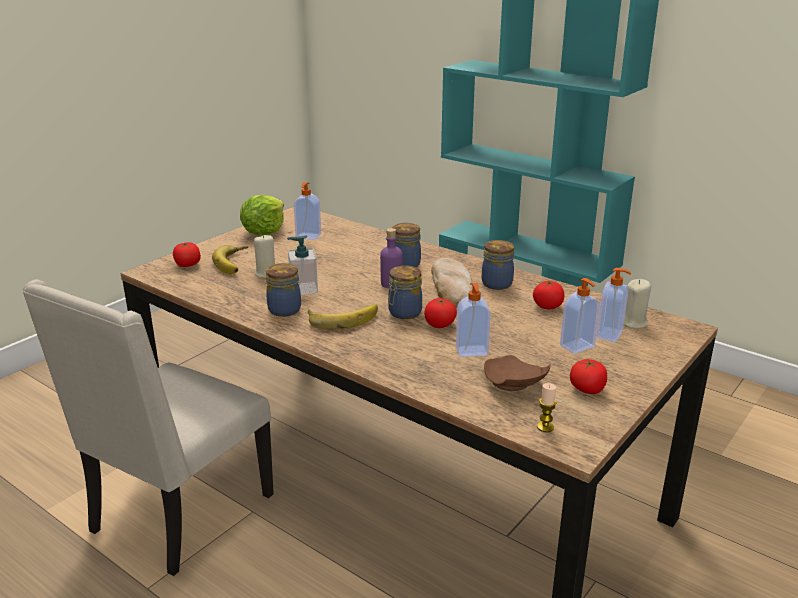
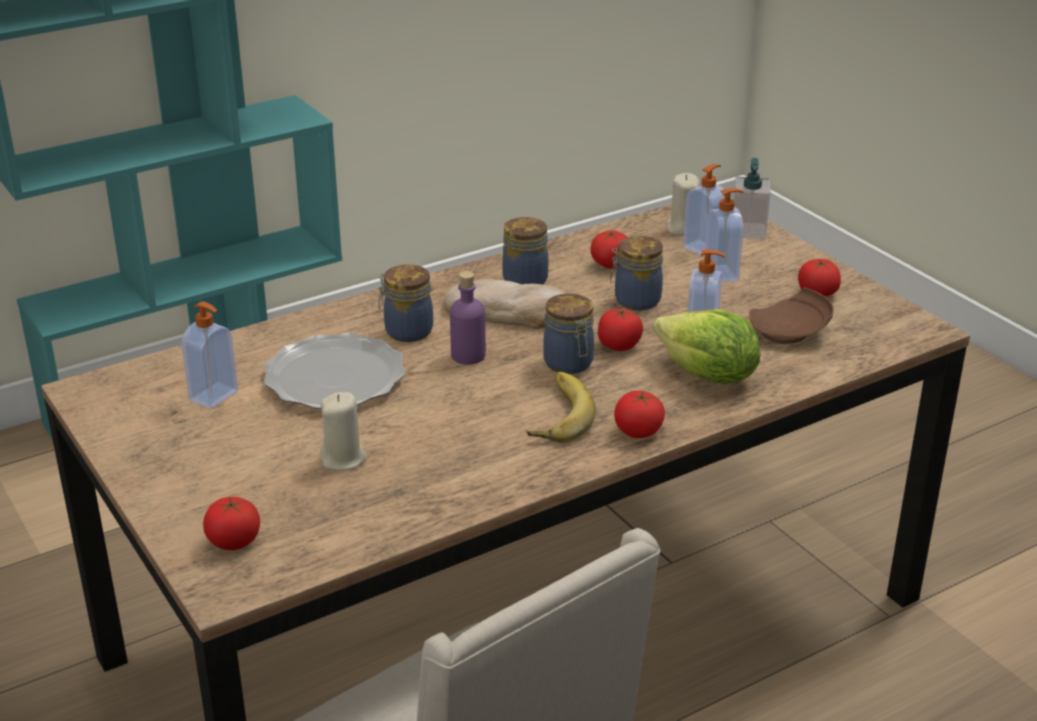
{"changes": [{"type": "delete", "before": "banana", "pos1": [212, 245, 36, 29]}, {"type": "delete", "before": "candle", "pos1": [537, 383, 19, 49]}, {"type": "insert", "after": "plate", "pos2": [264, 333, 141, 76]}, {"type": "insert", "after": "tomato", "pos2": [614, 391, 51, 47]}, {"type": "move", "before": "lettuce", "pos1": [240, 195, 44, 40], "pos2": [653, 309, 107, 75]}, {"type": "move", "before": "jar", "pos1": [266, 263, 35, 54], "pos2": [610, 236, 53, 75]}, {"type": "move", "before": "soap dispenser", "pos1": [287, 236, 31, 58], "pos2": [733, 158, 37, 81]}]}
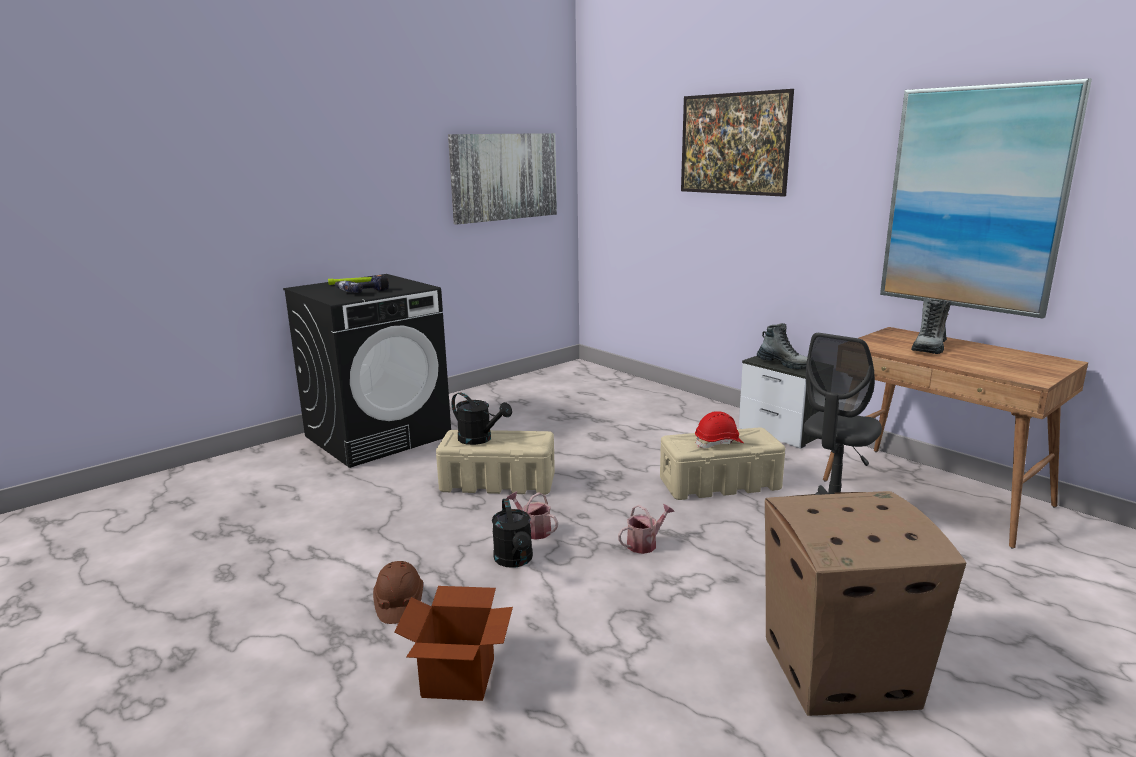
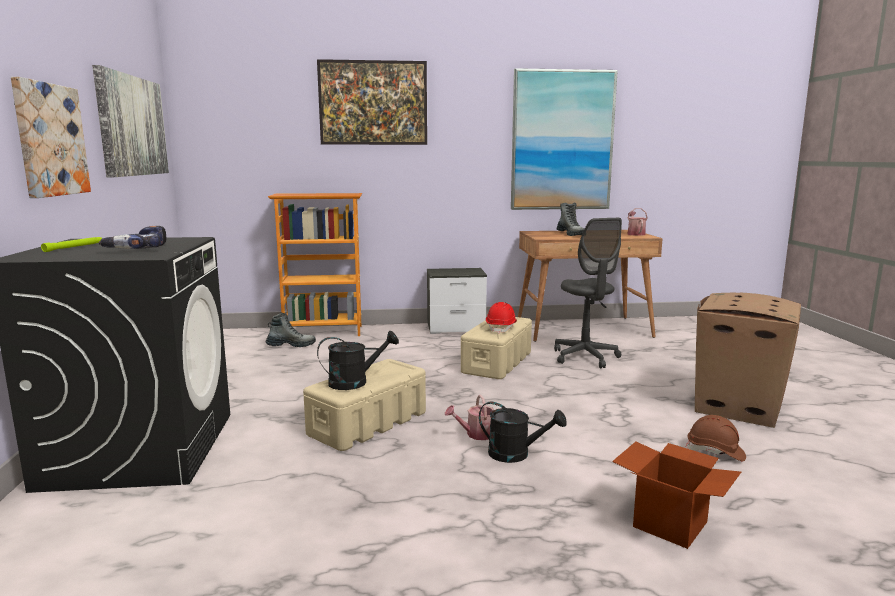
{"changes": [{"type": "insert", "after": "picture", "pos2": [11, 77, 80, 121]}, {"type": "insert", "after": "bookcase", "pos2": [268, 193, 94, 143]}, {"type": "move", "before": "brown hard hat", "pos1": [373, 561, 50, 63], "pos2": [686, 415, 60, 47]}, {"type": "move", "before": "watering can", "pos1": [618, 504, 57, 50], "pos2": [627, 208, 21, 28]}, {"type": "move", "before": "boot", "pos1": [757, 323, 50, 46], "pos2": [265, 313, 51, 34]}]}
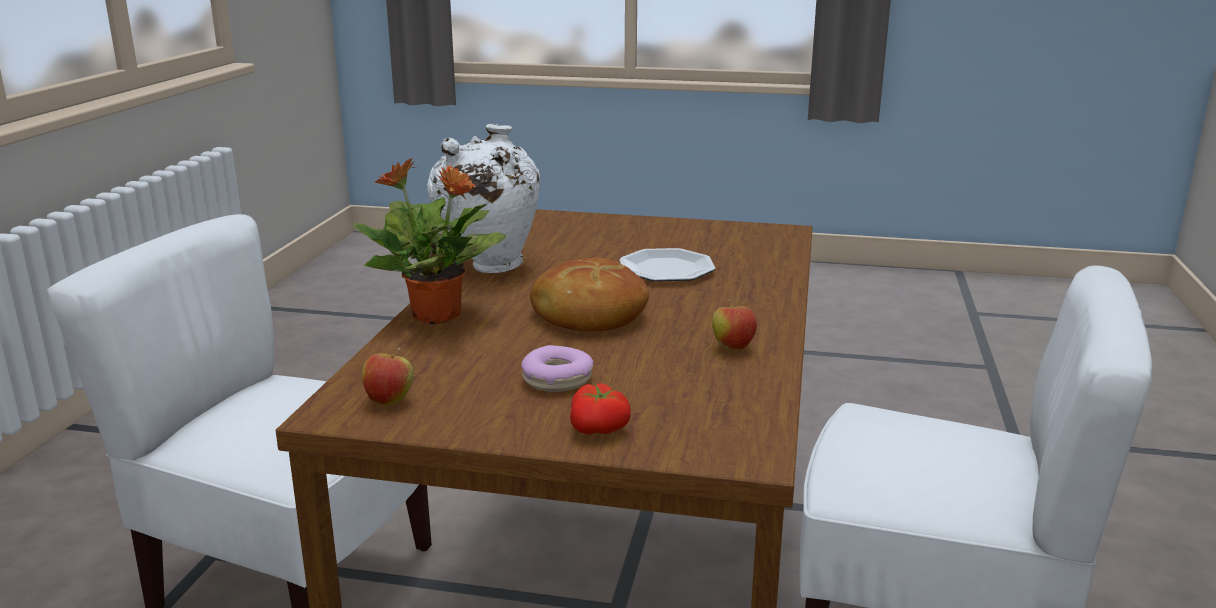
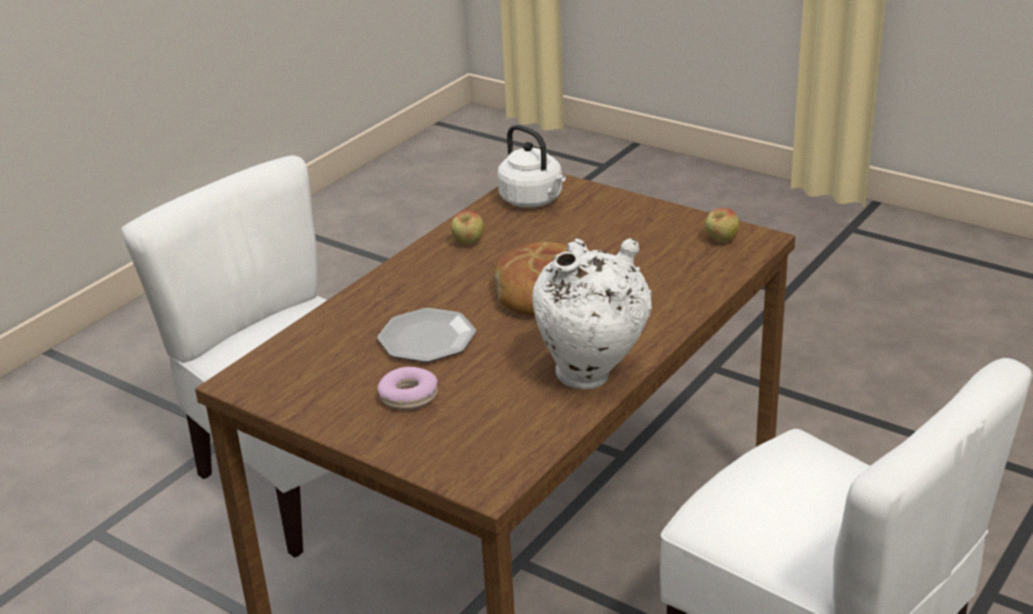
{"changes": [{"type": "delete", "before": "potted plant", "pos1": [353, 158, 153, 166]}, {"type": "delete", "before": "tomato", "pos1": [570, 383, 61, 51]}, {"type": "insert", "after": "white kettle", "pos2": [498, 125, 68, 83]}, {"type": "move", "before": "donut", "pos1": [521, 345, 73, 47], "pos2": [377, 367, 61, 43]}]}
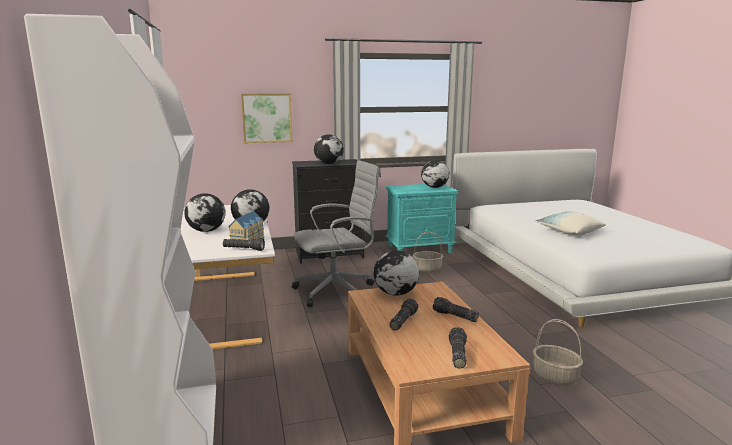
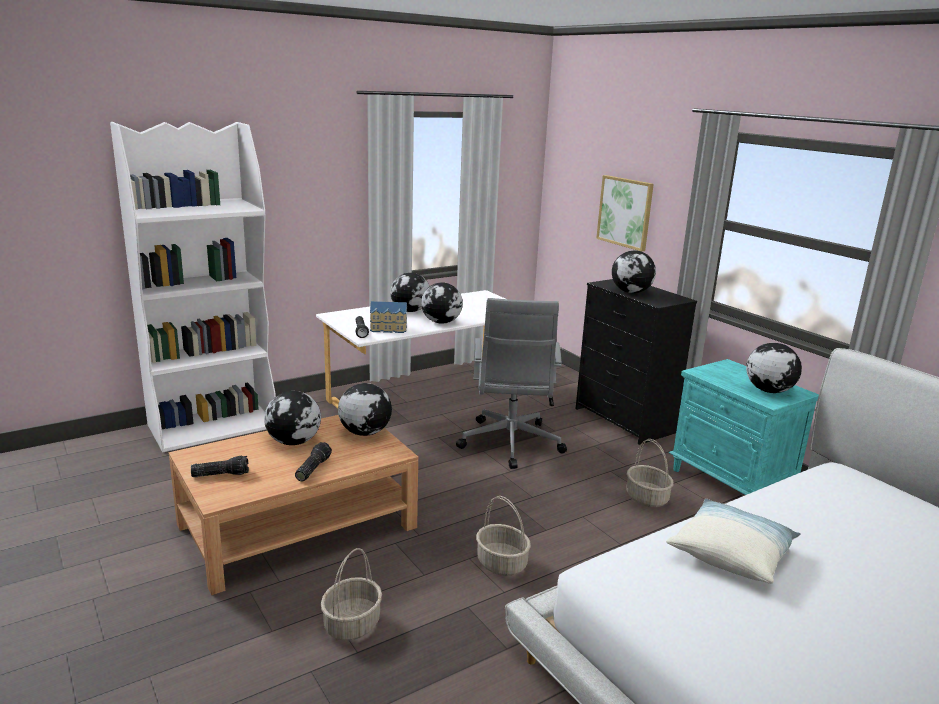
{"changes": [{"type": "insert", "after": "basket", "pos2": [476, 496, 55, 80]}, {"type": "replace", "before": "flashlight", "after": "globe", "pos1": [389, 298, 29, 32], "pos2": [264, 391, 57, 54]}, {"type": "rotate", "before": "grey office chair", "pos1": [292, 160, 89, 147], "pos2": [456, 298, 111, 171], "turn": 45}]}
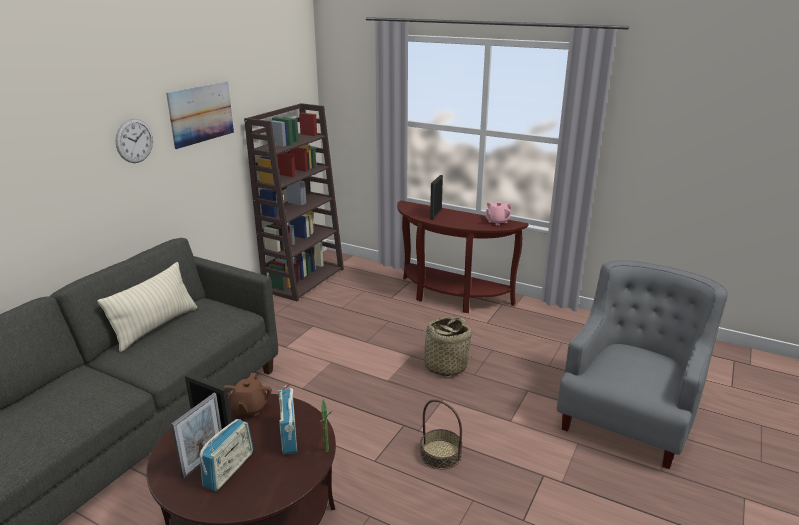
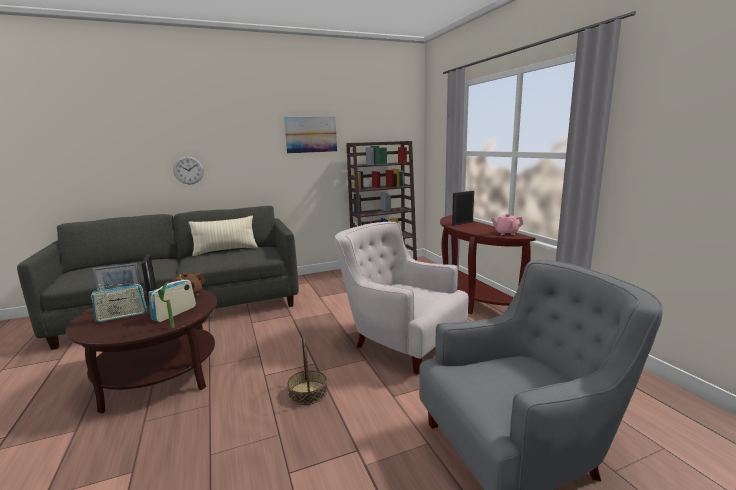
{"changes": [{"type": "move", "before": "wall clock", "pos1": [116, 119, 37, 44], "pos2": [173, 156, 31, 28]}, {"type": "replace", "before": "basket", "after": "white armchair", "pos1": [415, 316, 58, 61], "pos2": [335, 222, 133, 152]}]}
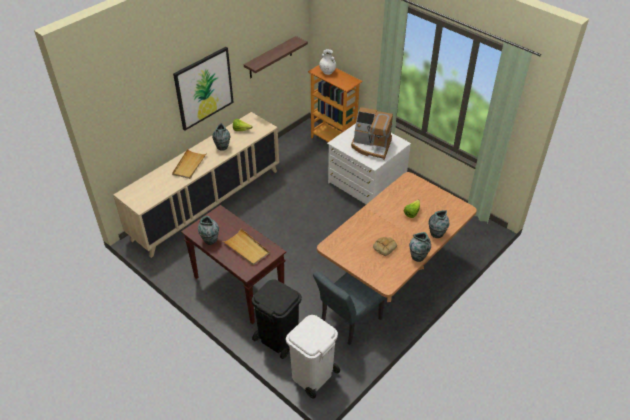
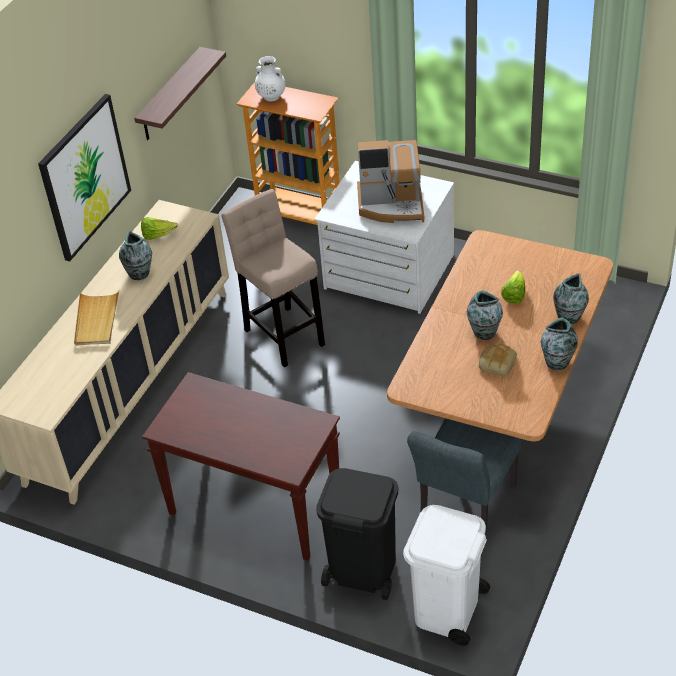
{"changes": [{"type": "delete", "before": "beige tray", "pos1": [223, 229, 47, 36]}, {"type": "insert", "after": "beige stool", "pos2": [221, 189, 104, 179]}, {"type": "move", "before": "vase", "pos1": [198, 216, 21, 29], "pos2": [467, 290, 36, 50]}]}
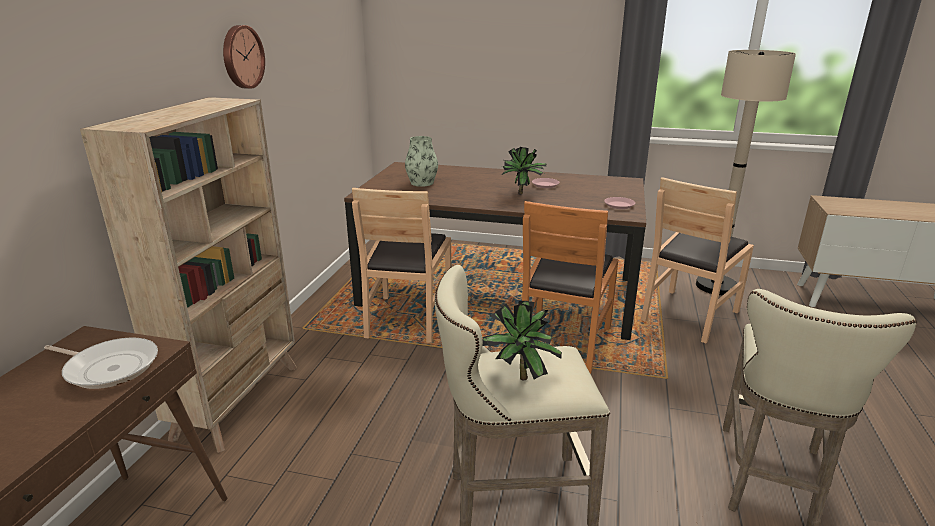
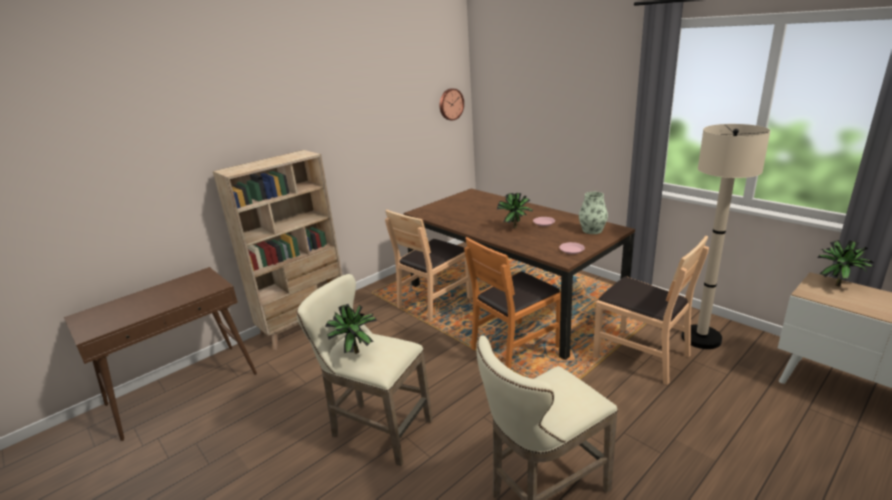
{"changes": [{"type": "delete", "before": "frying pan", "pos1": [44, 338, 114, 51]}, {"type": "insert", "after": "potted plant", "pos2": [817, 240, 56, 47]}, {"type": "move", "before": "wall clock", "pos1": [223, 25, 42, 64], "pos2": [440, 89, 24, 31]}, {"type": "move", "before": "vase", "pos1": [405, 136, 33, 51], "pos2": [579, 192, 29, 42]}, {"type": "rotate", "before": "brown chair", "pos1": [641, 177, 113, 166], "pos2": [593, 236, 116, 149], "turn": -120}]}
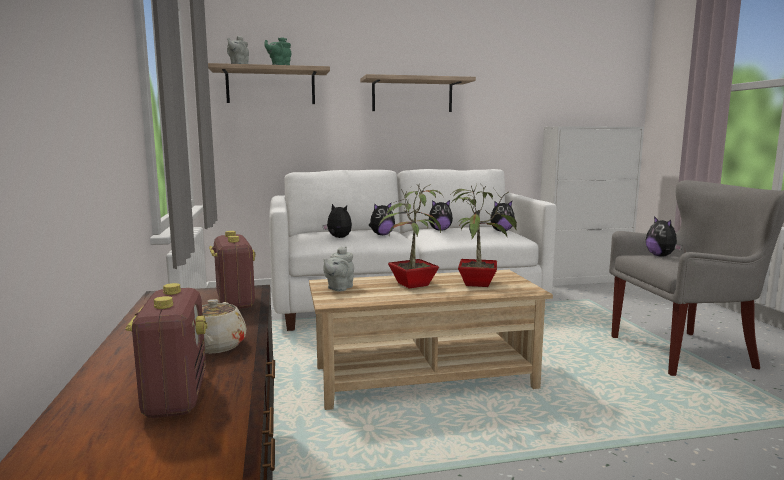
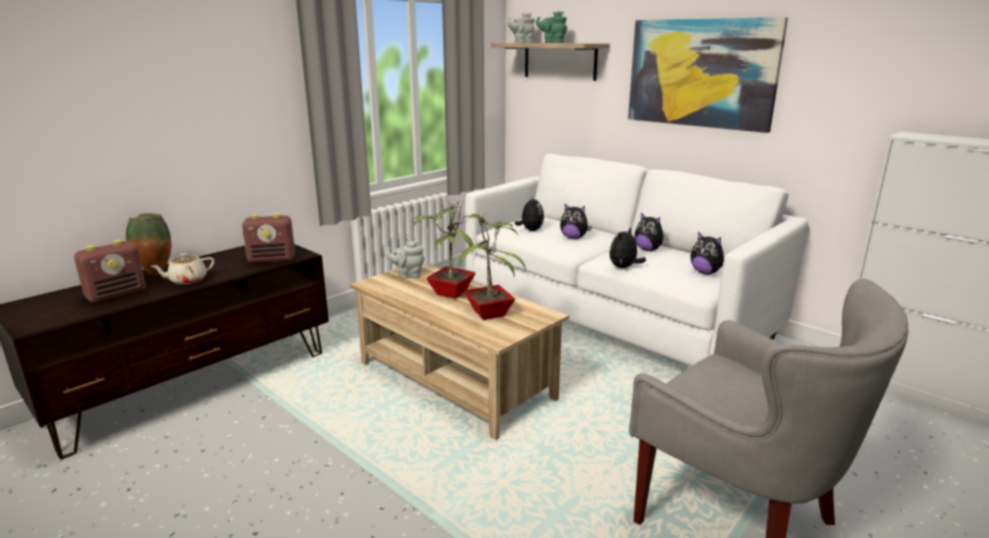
{"changes": [{"type": "insert", "after": "vase", "pos2": [126, 213, 45, 62]}, {"type": "move", "before": "plush toy", "pos1": [646, 216, 36, 41], "pos2": [610, 227, 36, 41]}, {"type": "replace", "before": "shelf", "after": "picture", "pos1": [360, 74, 116, 38], "pos2": [628, 17, 160, 116]}, {"type": "rotate", "before": "radio", "pos1": [209, 231, 47, 78], "pos2": [242, 213, 53, 50], "turn": 45}]}
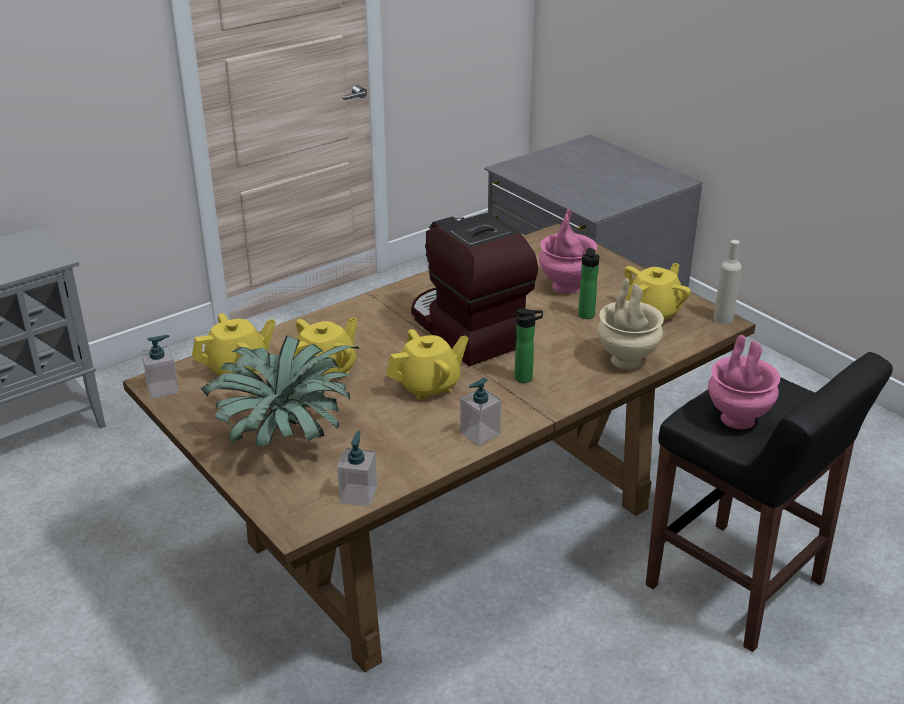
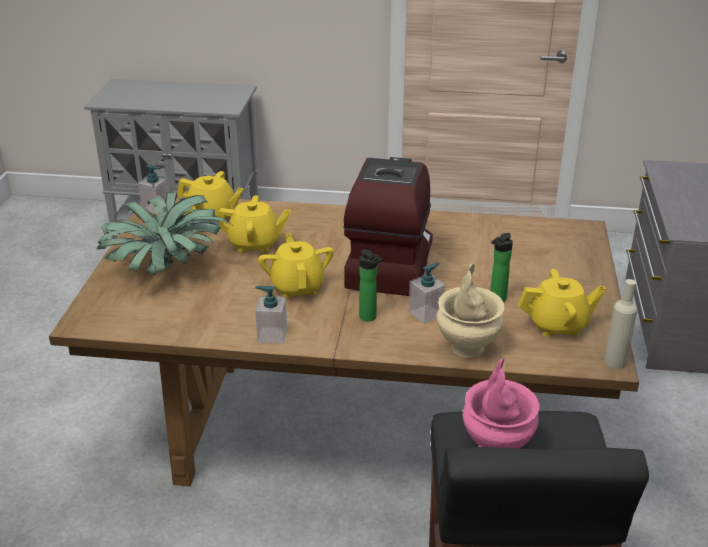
{"changes": [{"type": "delete", "before": "pink vase", "pos1": [539, 209, 58, 85]}, {"type": "move", "before": "soap dispenser", "pos1": [337, 431, 40, 76], "pos2": [409, 262, 37, 62]}, {"type": "rotate", "before": "yellow teapot", "pos1": [386, 329, 82, 71], "pos2": [258, 233, 76, 65], "turn": -120}]}
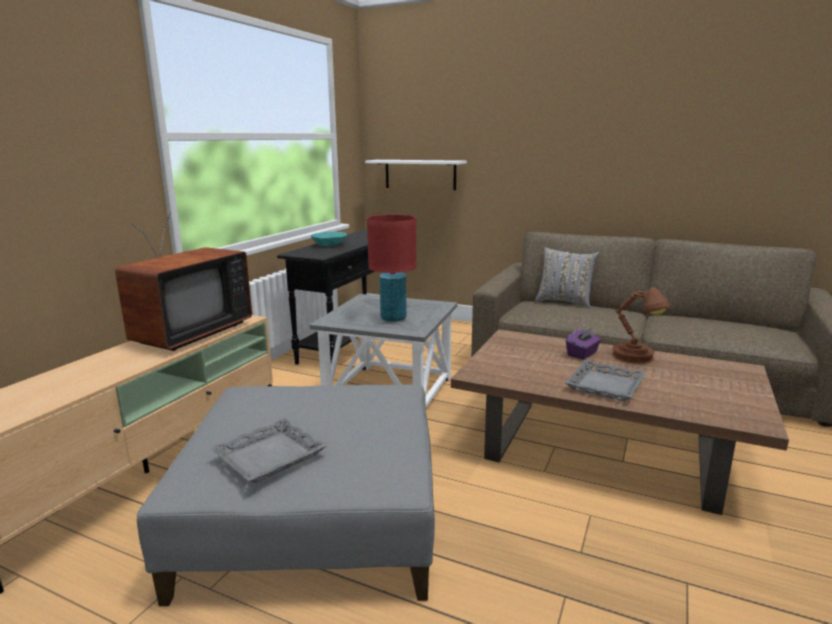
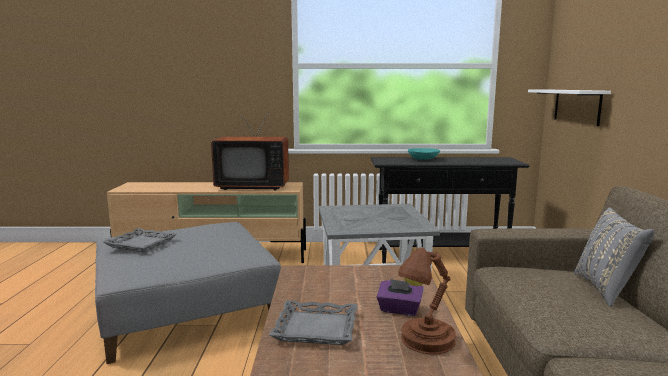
{"changes": [{"type": "delete", "before": "red table lamp", "pos1": [367, 215, 49, 107]}]}
